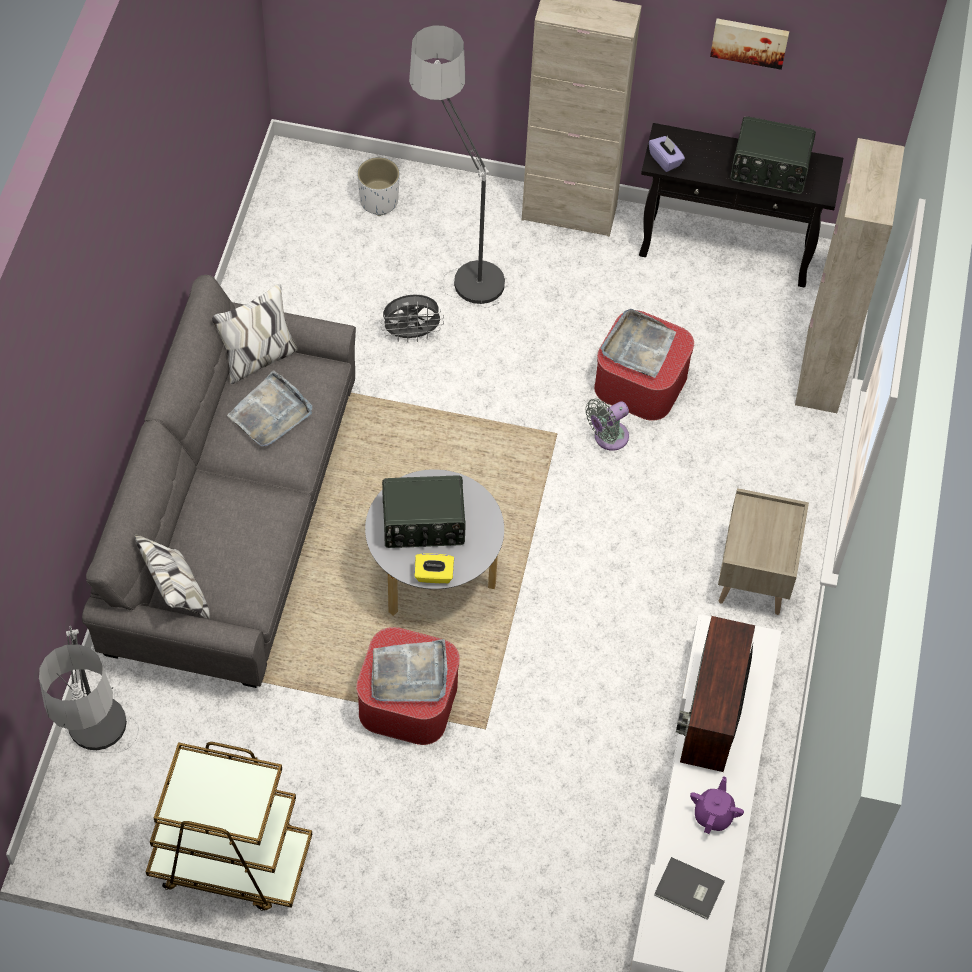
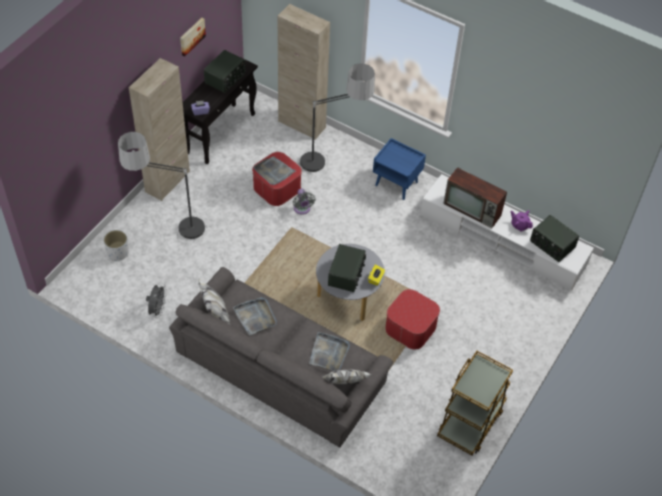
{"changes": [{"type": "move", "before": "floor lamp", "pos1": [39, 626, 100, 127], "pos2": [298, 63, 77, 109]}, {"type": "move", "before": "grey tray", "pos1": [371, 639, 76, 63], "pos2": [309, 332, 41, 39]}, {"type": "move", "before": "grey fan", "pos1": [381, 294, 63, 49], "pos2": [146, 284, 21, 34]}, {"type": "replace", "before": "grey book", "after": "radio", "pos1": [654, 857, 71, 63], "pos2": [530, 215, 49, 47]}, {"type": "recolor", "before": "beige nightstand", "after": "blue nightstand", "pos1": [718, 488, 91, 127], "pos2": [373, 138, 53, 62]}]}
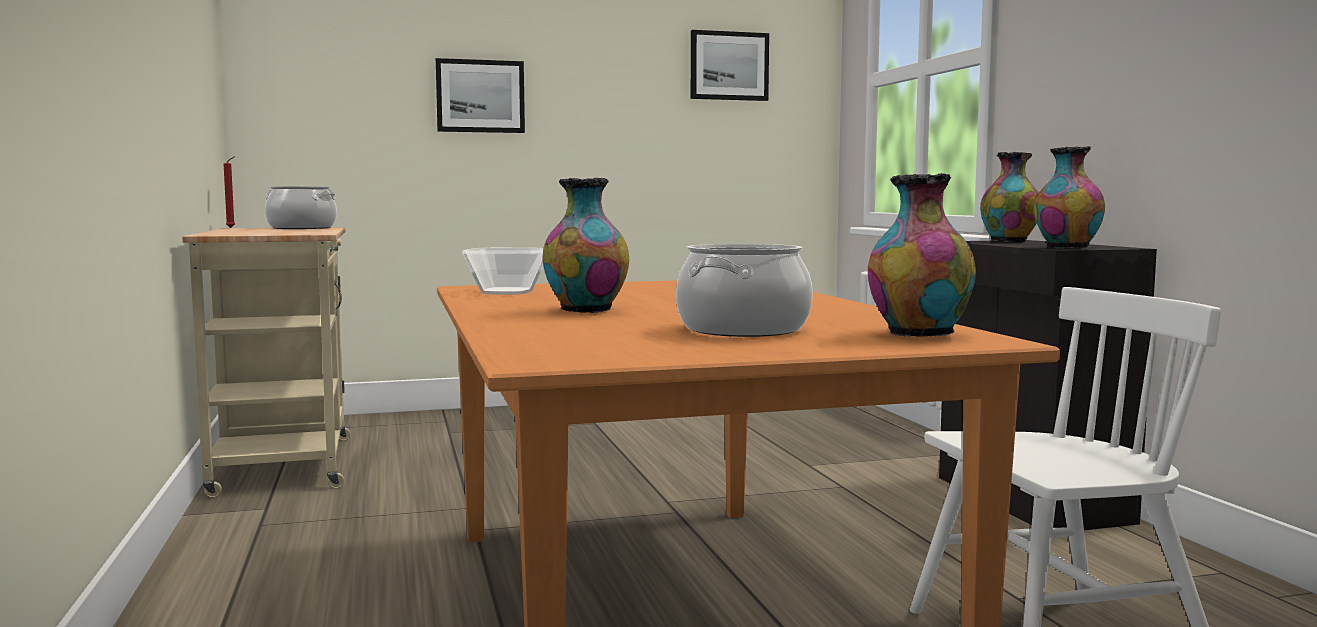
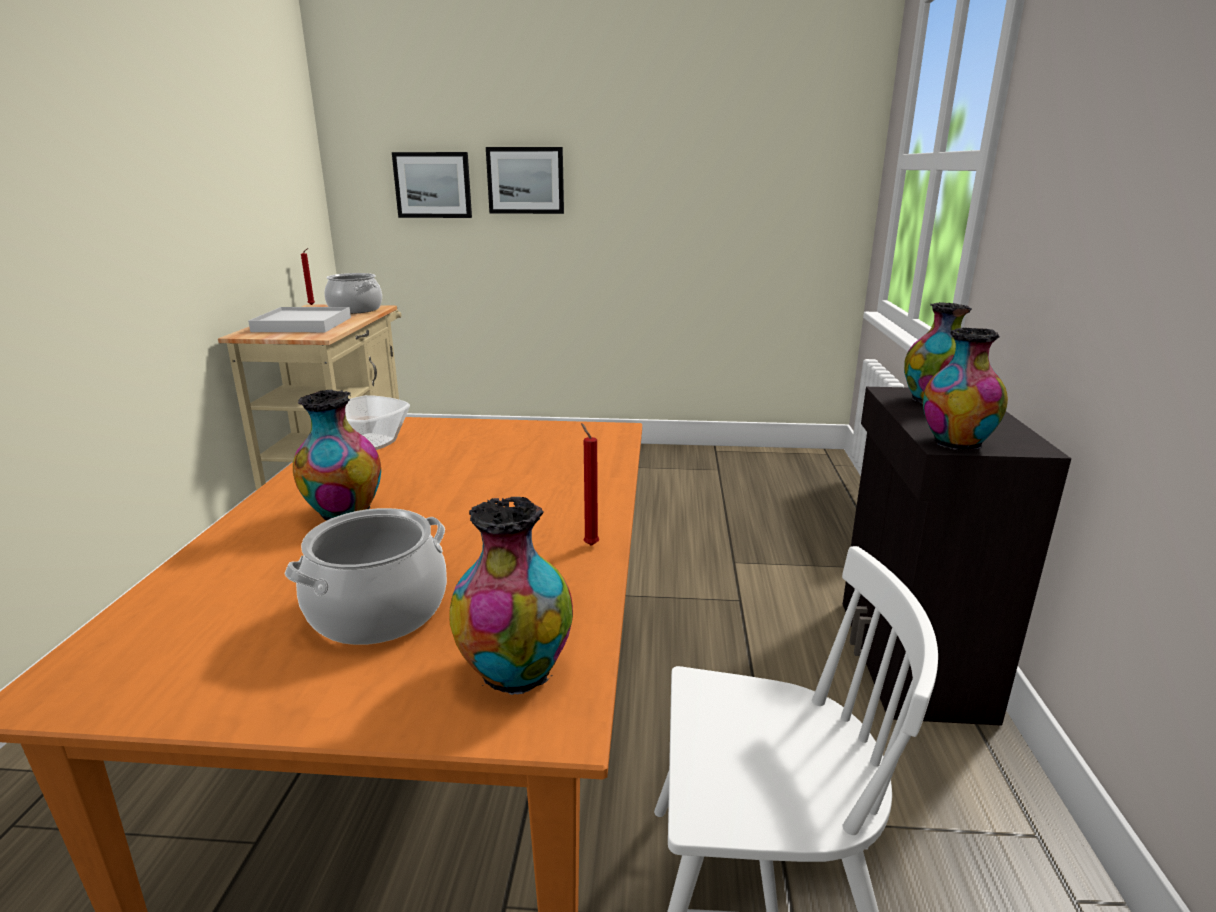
{"changes": [{"type": "insert", "after": "white tray", "pos2": [248, 307, 103, 25]}, {"type": "insert", "after": "red candle", "pos2": [581, 423, 18, 123]}, {"type": "move", "before": "picture", "pos1": [691, 30, 78, 71], "pos2": [392, 152, 80, 66]}]}
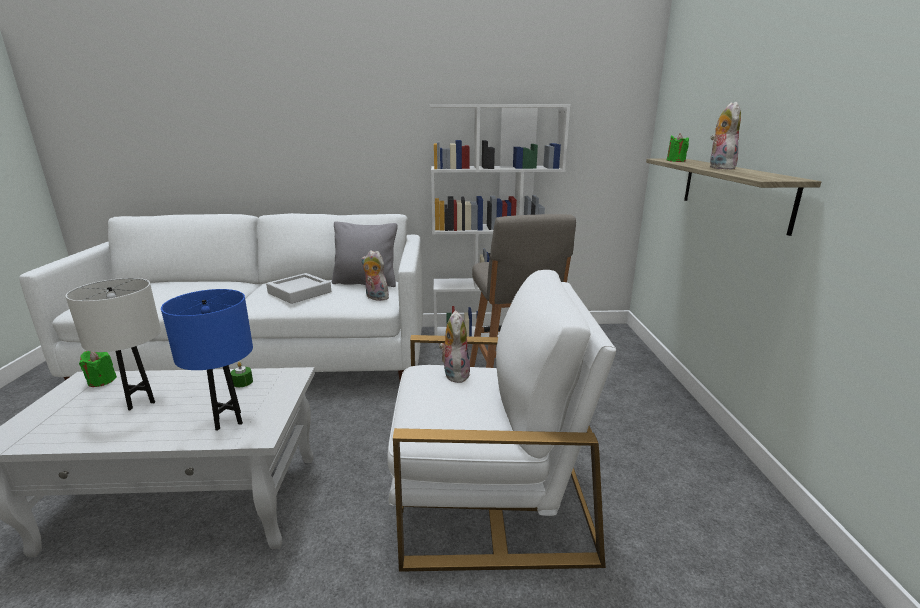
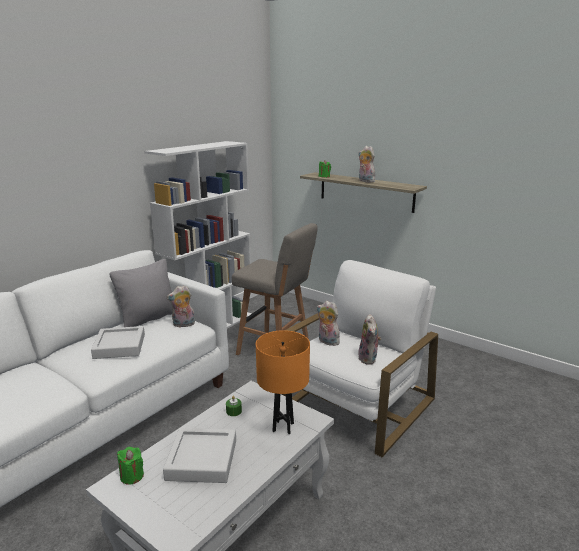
{"changes": [{"type": "insert", "after": "plush toy", "pos2": [358, 314, 23, 51]}, {"type": "replace", "before": "white table lamp", "after": "grey tray", "pos1": [66, 278, 95, 132], "pos2": [163, 428, 73, 55]}, {"type": "recolor", "before": "blue table lamp", "after": "orange table lamp", "pos1": [161, 289, 92, 142], "pos2": [256, 330, 54, 104]}]}
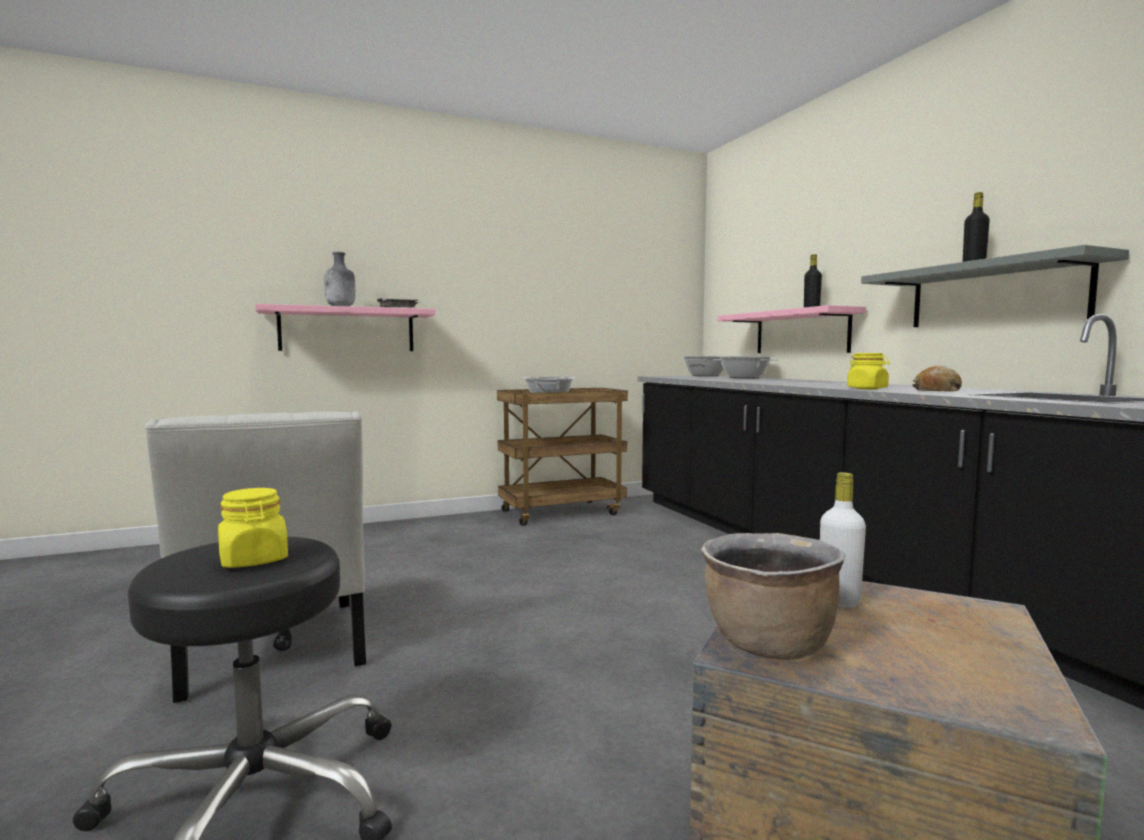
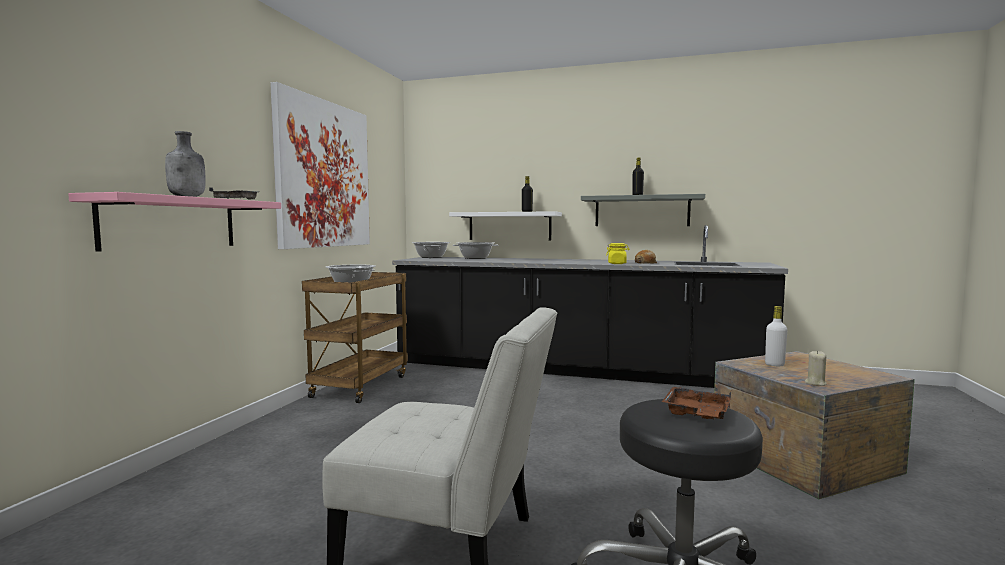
{"changes": [{"type": "insert", "after": "picture", "pos2": [270, 82, 100, 167]}, {"type": "replace", "before": "yellow jar", "after": "brown tray", "pos1": [218, 488, 70, 80], "pos2": [662, 387, 69, 33]}, {"type": "replace", "before": "brown cooking pot", "after": "beige candle", "pos1": [701, 533, 144, 127], "pos2": [805, 350, 22, 36]}, {"type": "recolor", "before": "pink shelf", "after": "white shelf", "pos1": [717, 305, 149, 48], "pos2": [449, 211, 113, 29]}]}
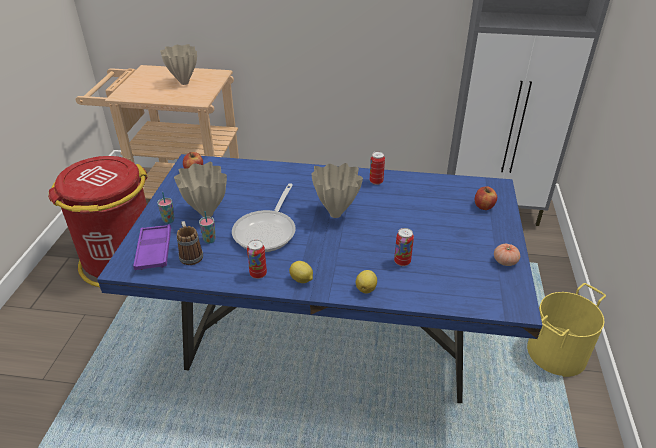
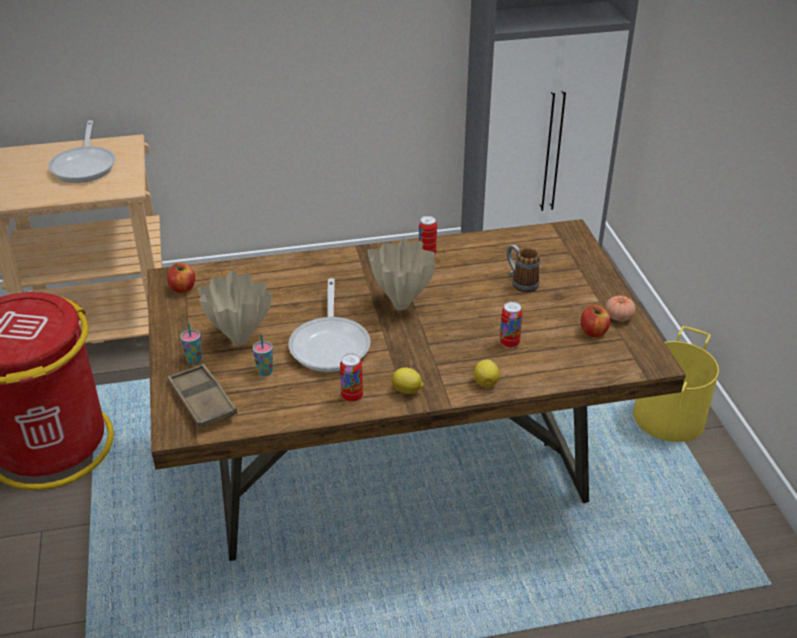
{"changes": [{"type": "move", "before": "mug", "pos1": [177, 221, 26, 44], "pos2": [507, 245, 33, 47]}, {"type": "move", "before": "apple", "pos1": [475, 186, 22, 24], "pos2": [581, 305, 30, 32]}, {"type": "replace", "before": "beige vase", "after": "frying pan", "pos1": [160, 44, 37, 41], "pos2": [48, 120, 68, 62]}, {"type": "recolor", "before": "blue dining table", "after": "brown dining table", "pos1": [97, 154, 445, 249], "pos2": [147, 219, 539, 342]}, {"type": "recolor", "before": "purple tray", "after": "brown tray", "pos1": [133, 224, 38, 46], "pos2": [167, 363, 70, 65]}]}
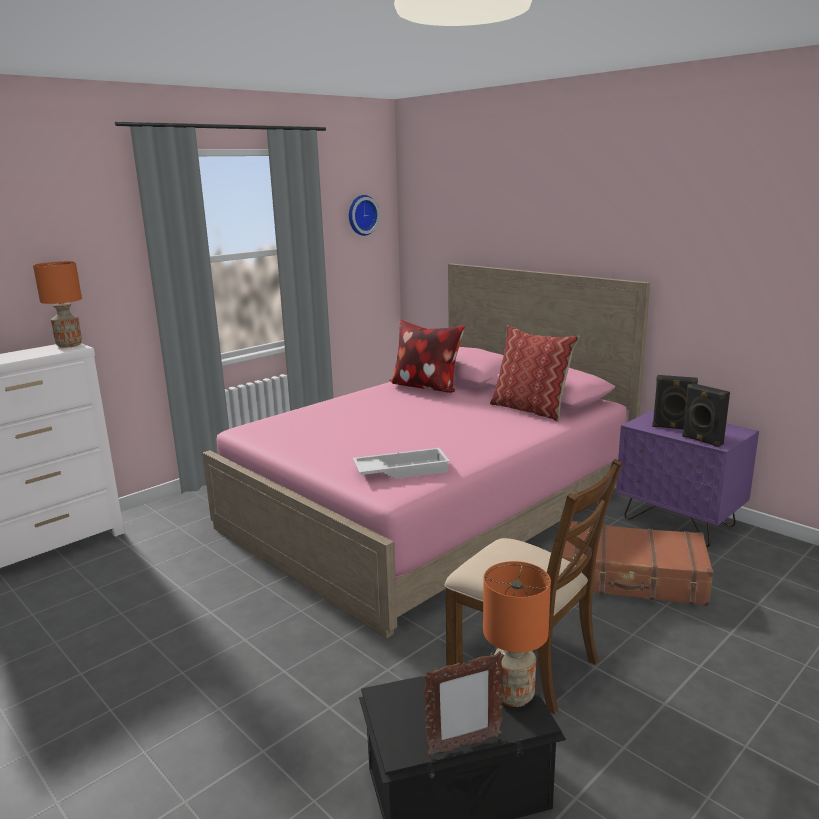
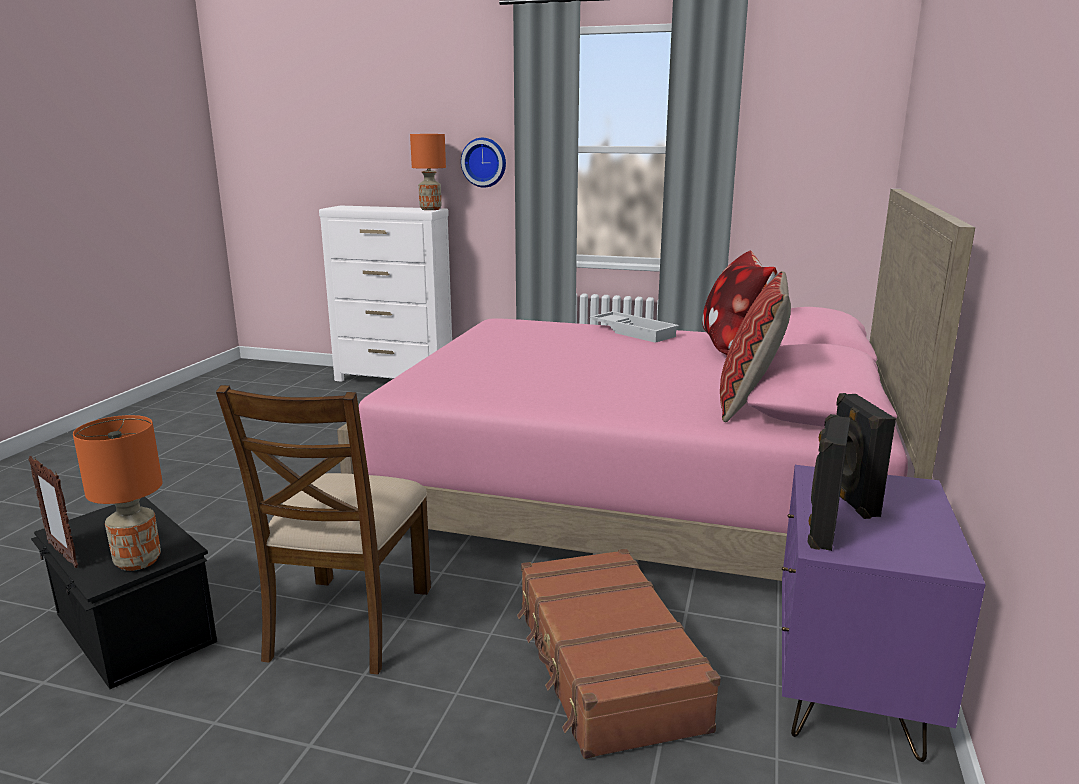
{"changes": [{"type": "move", "before": "wall clock", "pos1": [349, 195, 31, 41], "pos2": [461, 138, 45, 50]}, {"type": "move", "before": "white tray", "pos1": [353, 448, 97, 31], "pos2": [590, 311, 89, 32]}]}
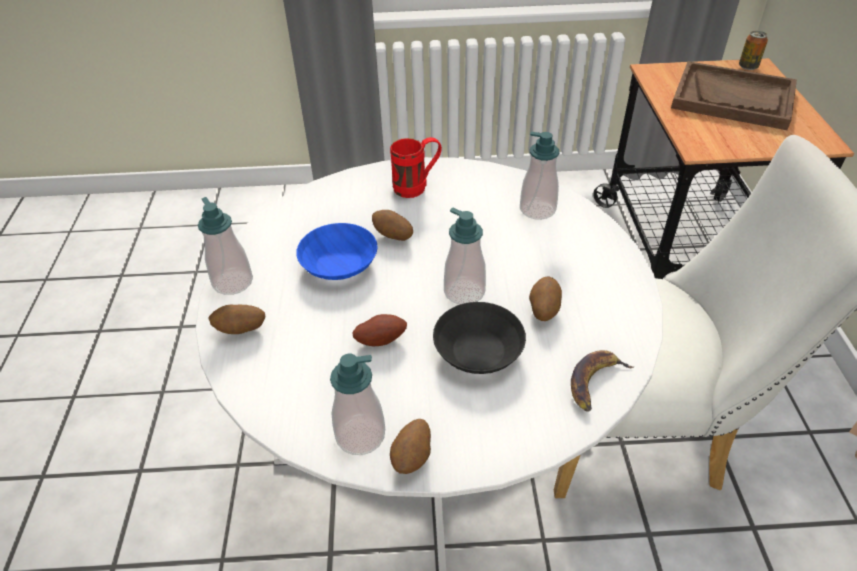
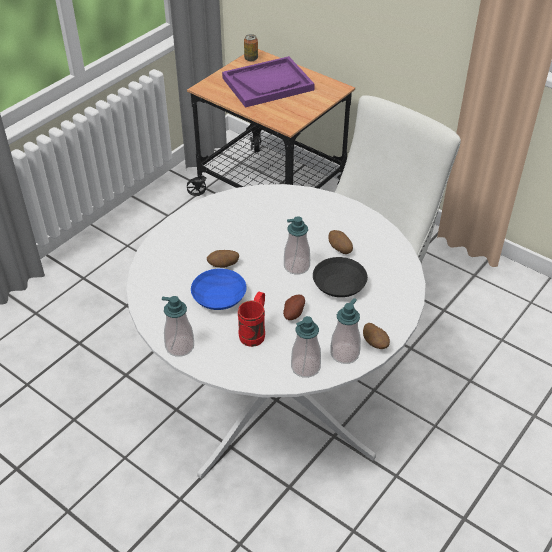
{"changes": [{"type": "delete", "before": "potato", "pos1": [208, 305, 57, 29]}, {"type": "delete", "before": "banana", "pos1": [571, 350, 64, 62]}, {"type": "move", "before": "red mug", "pos1": [390, 137, 52, 61], "pos2": [238, 292, 27, 55]}, {"type": "move", "before": "soap dispenser", "pos1": [520, 132, 39, 88], "pos2": [291, 316, 30, 62]}, {"type": "recolor", "before": "brown tray", "after": "purple tray", "pos1": [671, 61, 126, 69], "pos2": [222, 56, 93, 52]}]}
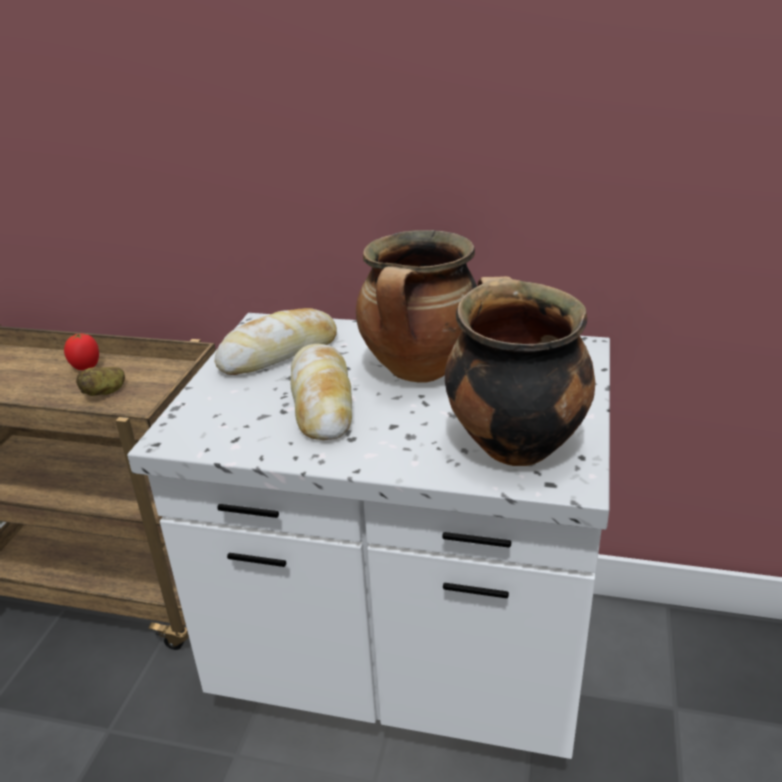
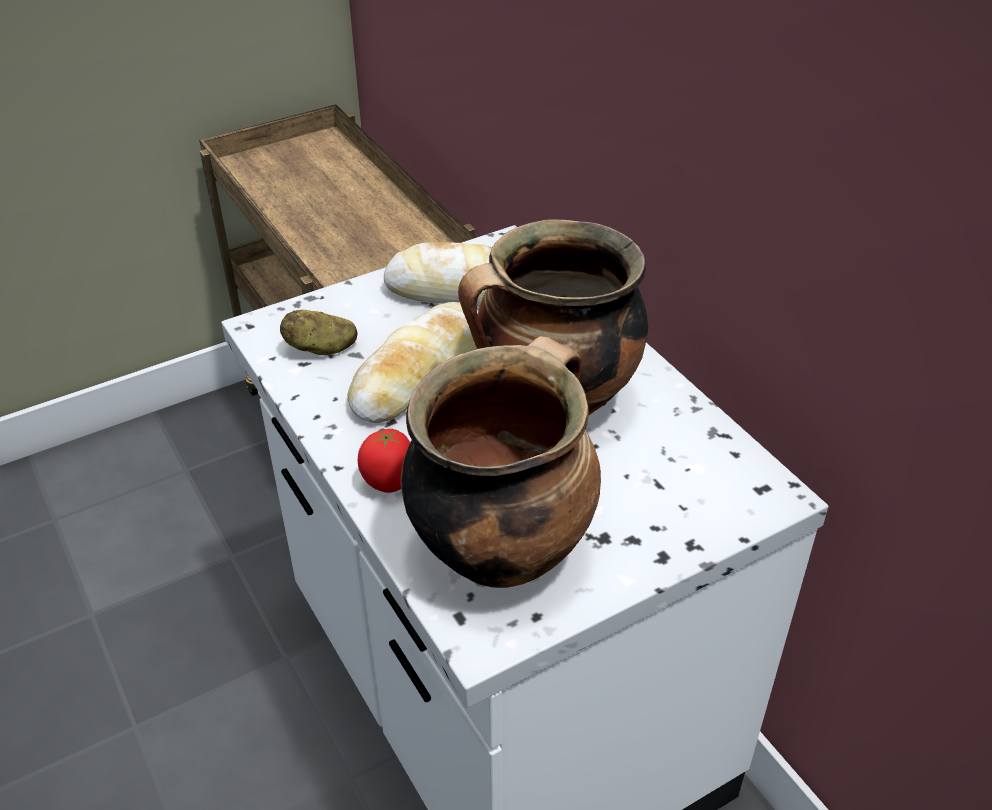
{"changes": [{"type": "move", "before": "tomato", "pos1": [64, 332, 35, 38], "pos2": [358, 429, 52, 64]}, {"type": "move", "before": "potato", "pos1": [76, 367, 49, 29], "pos2": [280, 310, 78, 45]}]}
